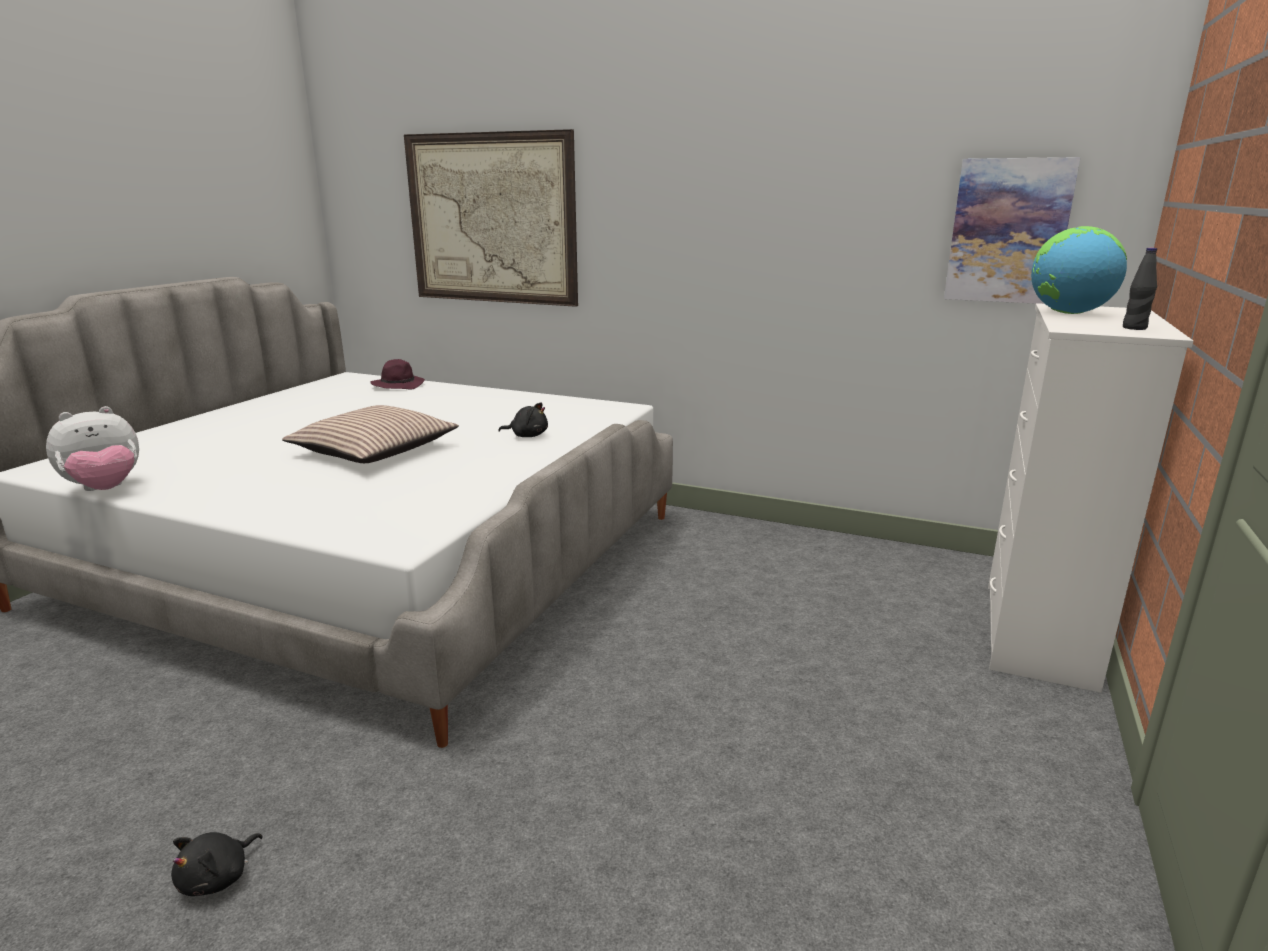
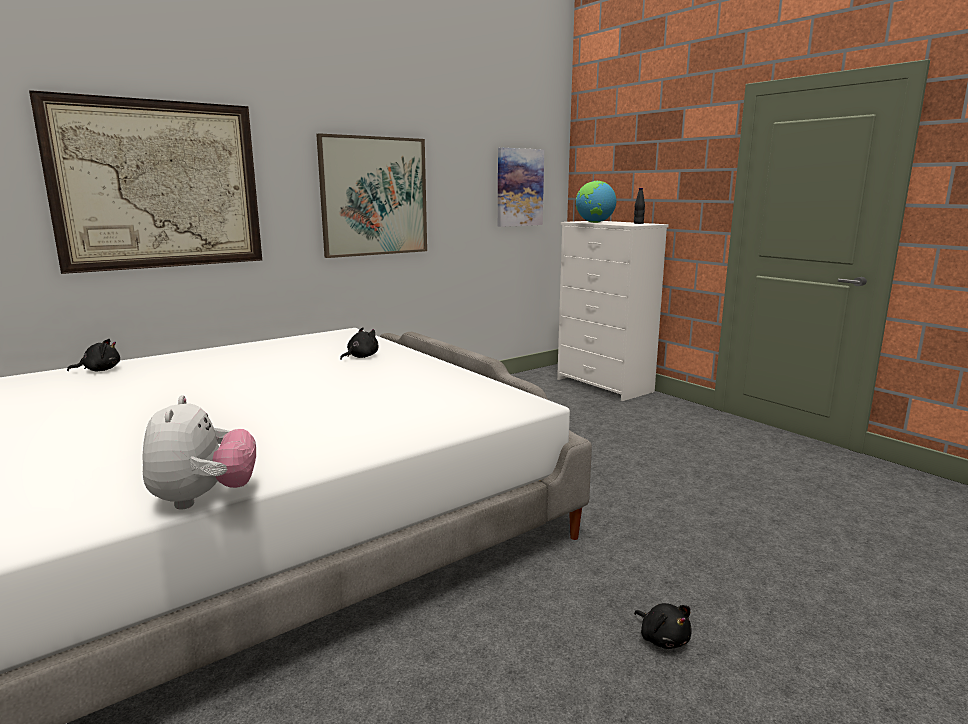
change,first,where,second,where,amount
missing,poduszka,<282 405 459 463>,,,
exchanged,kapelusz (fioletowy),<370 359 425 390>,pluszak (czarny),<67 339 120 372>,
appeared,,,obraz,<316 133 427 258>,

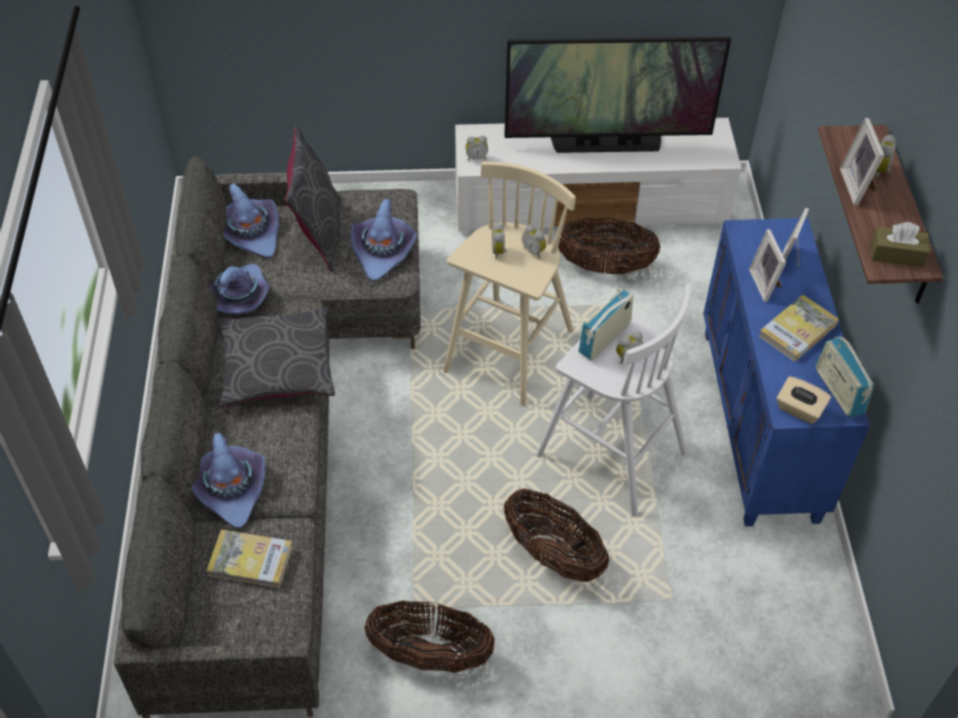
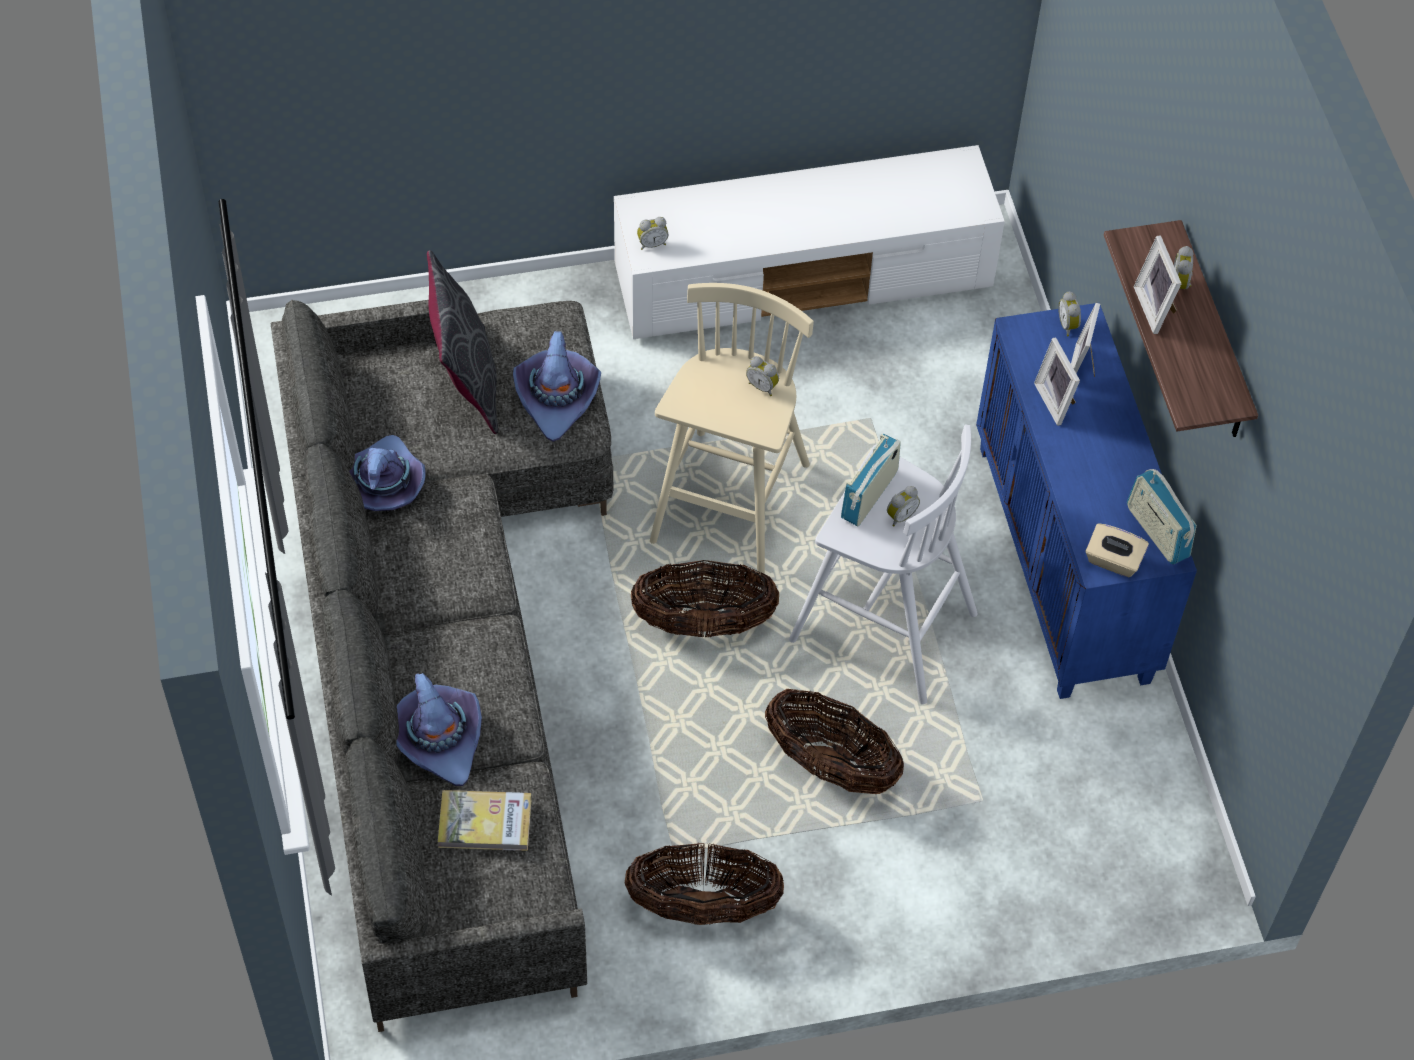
change,first,where,second,where,amount
missing,poduszka (szary),<218 308 335 407>,,,
missing,kapelusz (fioletowy),<224 183 279 258>,,,
relocated,budzik,<492 223 507 260>,,<1058 291 1081 336>,
missing,telewizor,<504 37 731 153>,,,
relocated,koszyk,<558 218 660 274>,,<631 560 779 638>,
missing,książka,<759 295 839 362>,,,
missing,pudełko chusteczek (brązowy),<871 222 930 267>,,,

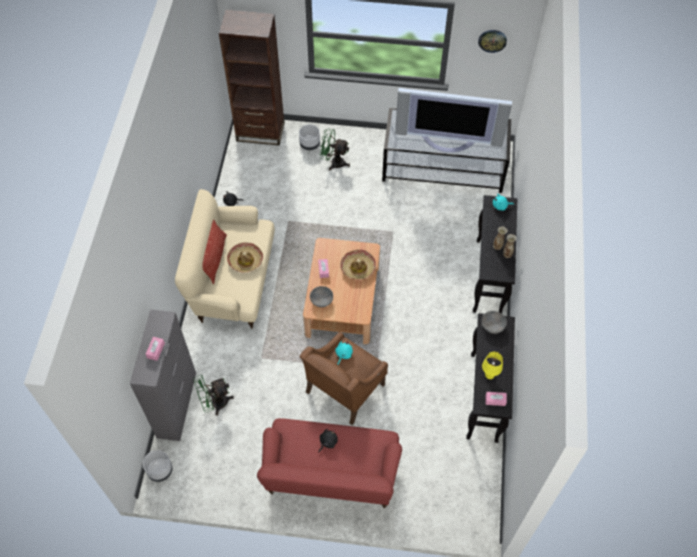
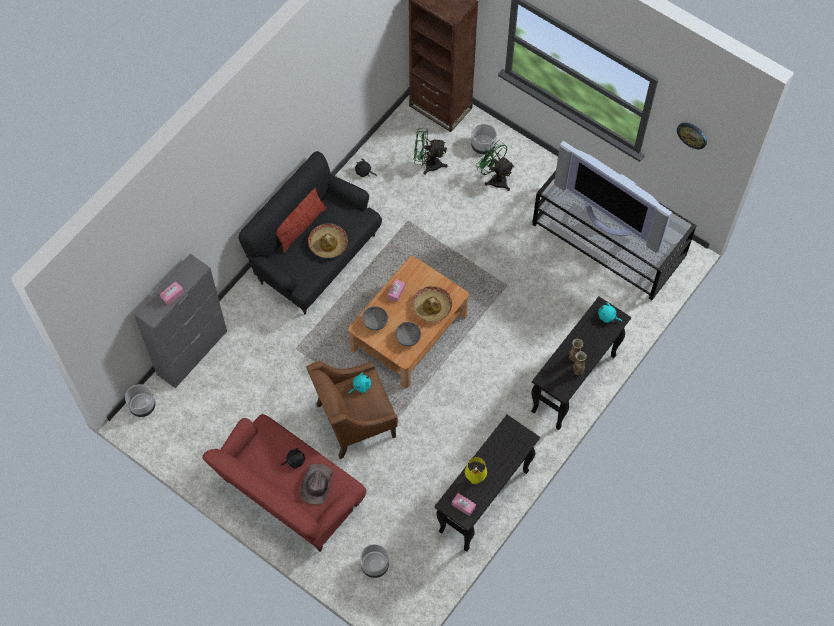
change,first,where,second,where,amount
colour,kanapa (beżowy),<175 189 275 328>,kanapa (czarny),<238 151 382 314>,
relocated,wentylator (zielony),<193 375 234 416>,,<414 128 448 175>,
relocated,miska (szary),<482 311 507 334>,,<395 322 421 347>,
appeared,,,kapelusz (brązowy),<300 464 333 505>,
appeared,,,donica (szary),<360 544 389 578>,

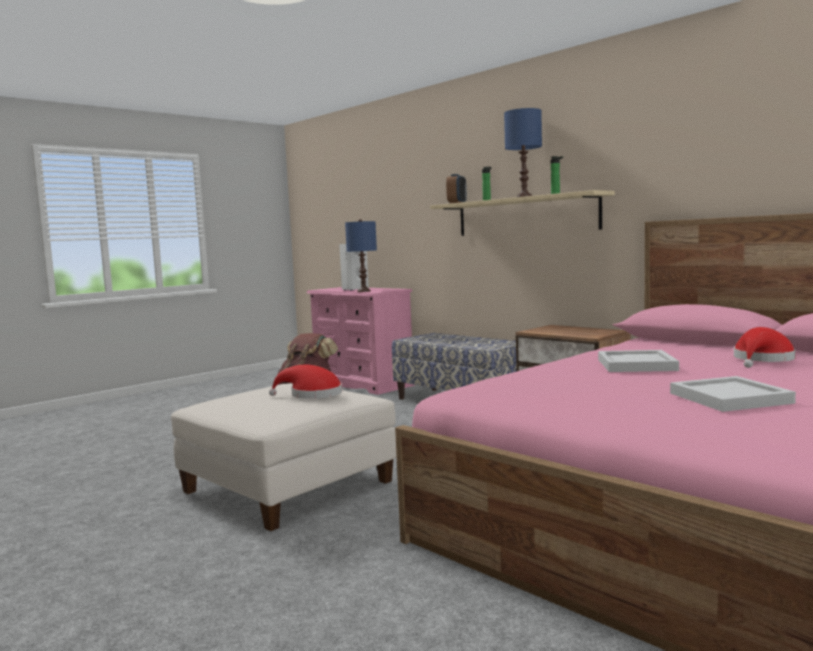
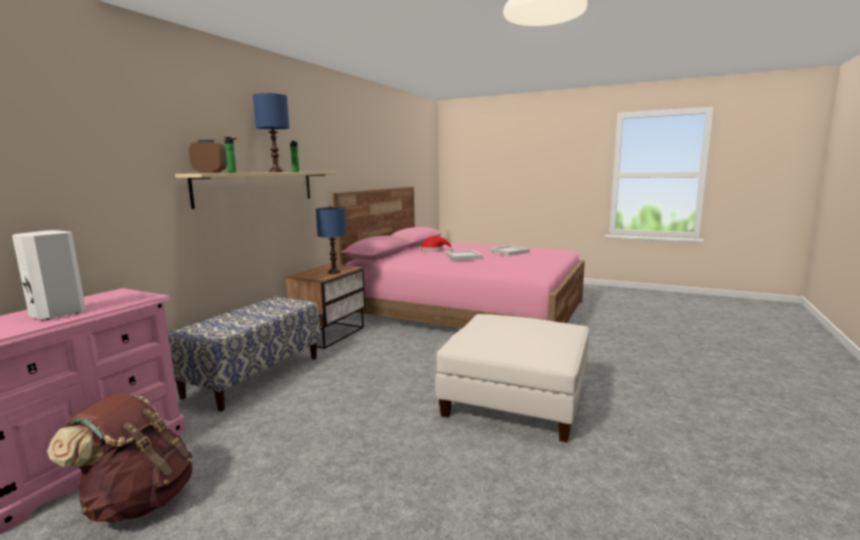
change,first,where,second,where,amount
missing,kapelusz (czerwony),<269 365 342 399>,,,
relocated,lampa stołowa (niebieski),<345 219 377 292>,,<316 206 346 274>,

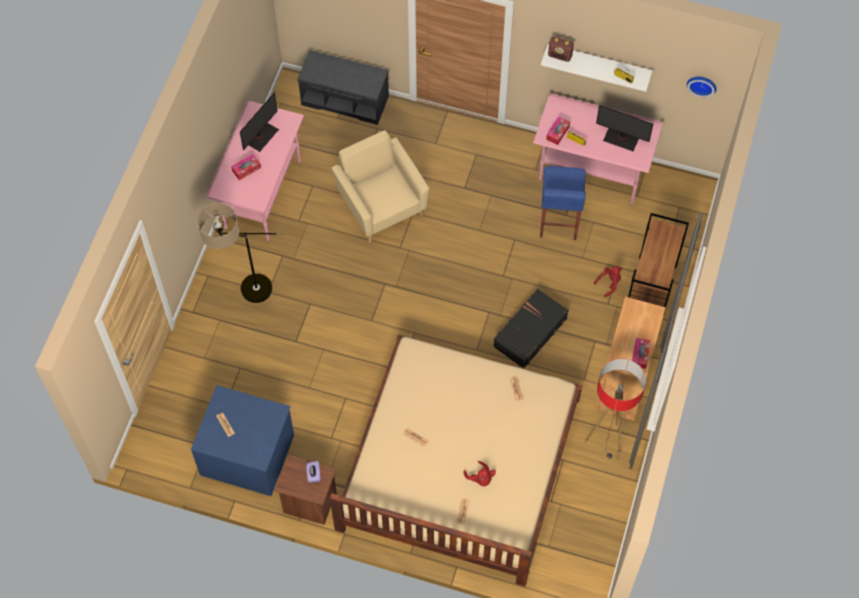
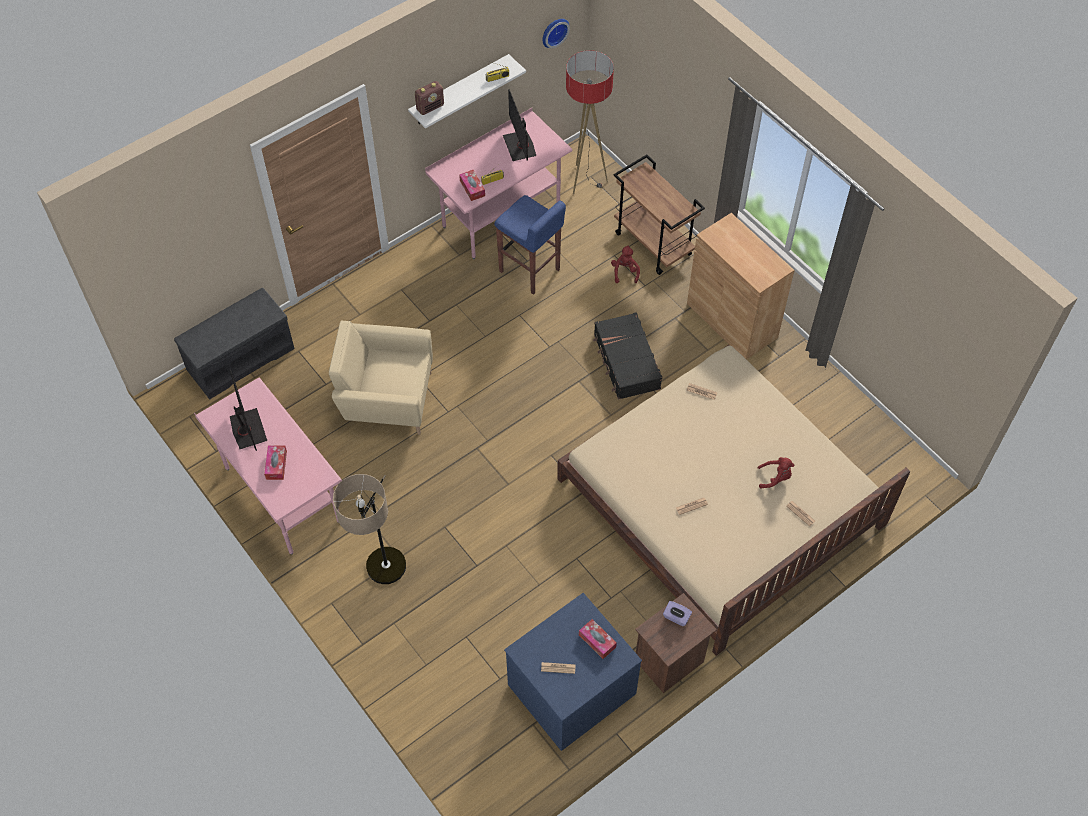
change,first,where,second,where,amount
relocated,lampa stojąca,<585 358 646 460>,,<566 50 614 194>,
spun,monitor,<596 105 653 151>,,<503 89 536 161>,105 degrees clockwise
relocated,pudełko chusteczek,<632 338 651 369>,,<579 619 617 659>,

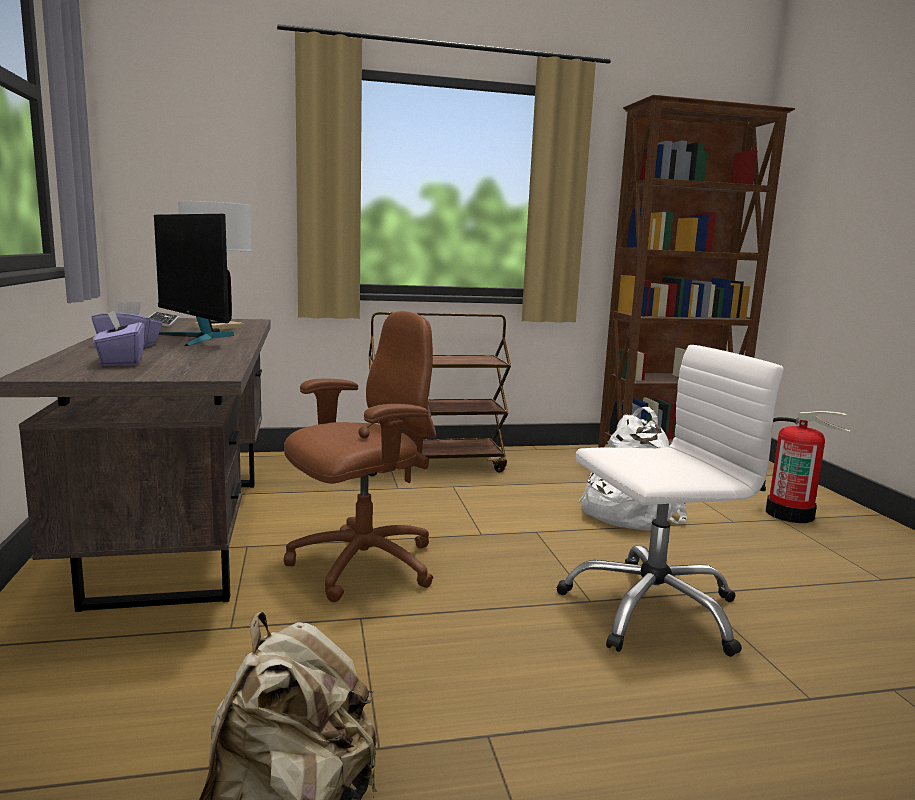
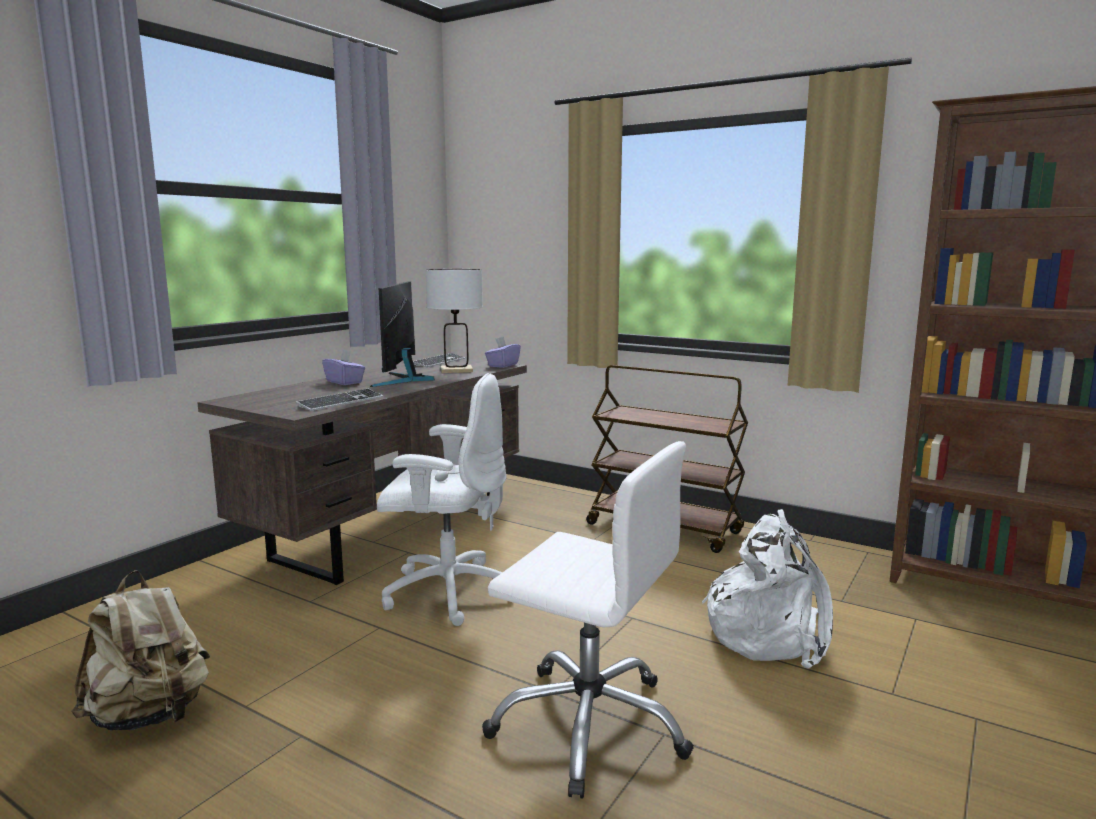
change,first,where,second,where,amount
relocated,pudełko chusteczek (fioletowy),<93 310 144 366>,,<485 336 521 368>,
colour,krzesło biurowe (brązowy),<283 311 436 602>,krzesło biurowe (biały),<377 373 507 626>,
missing,gaśnica,<760 411 850 523>,,,
appeared,,,klawiatura,<296 389 383 411>,

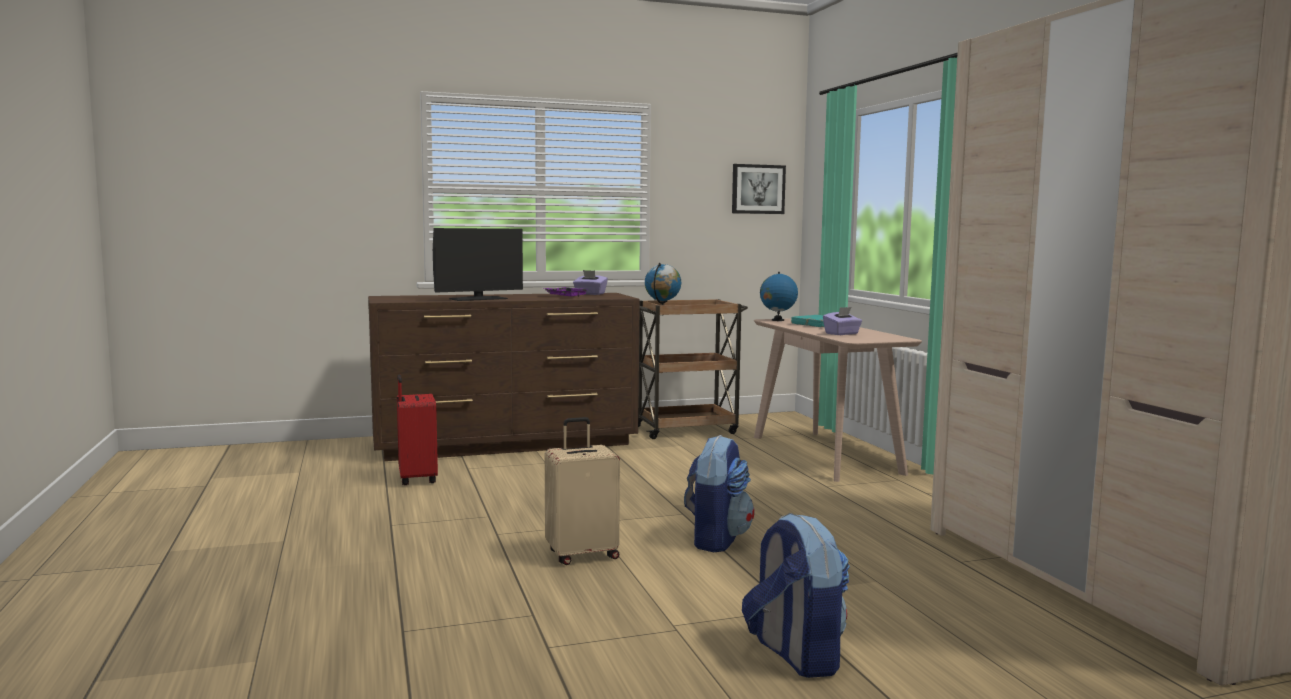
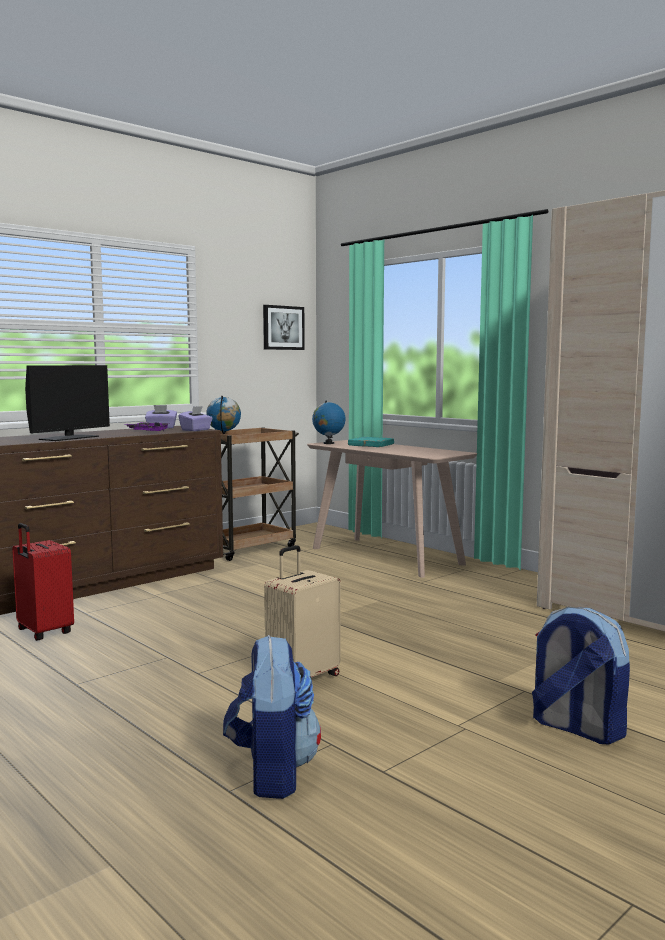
change,first,where,second,where,amount
relocated,plecak,<684 435 755 552>,,<223 635 321 799>,
relocated,pudełko chusteczek (fioletowy),<823 307 862 335>,,<178 406 213 431>,

